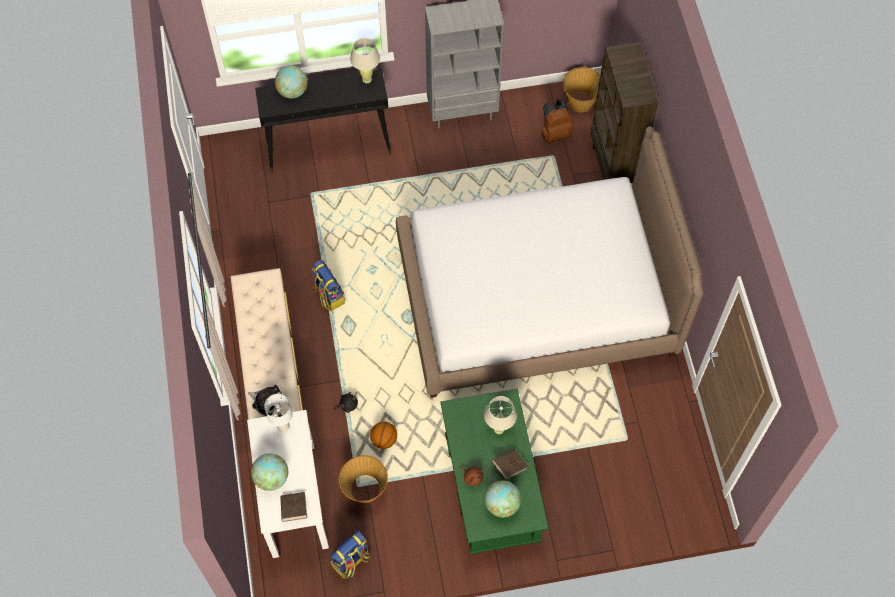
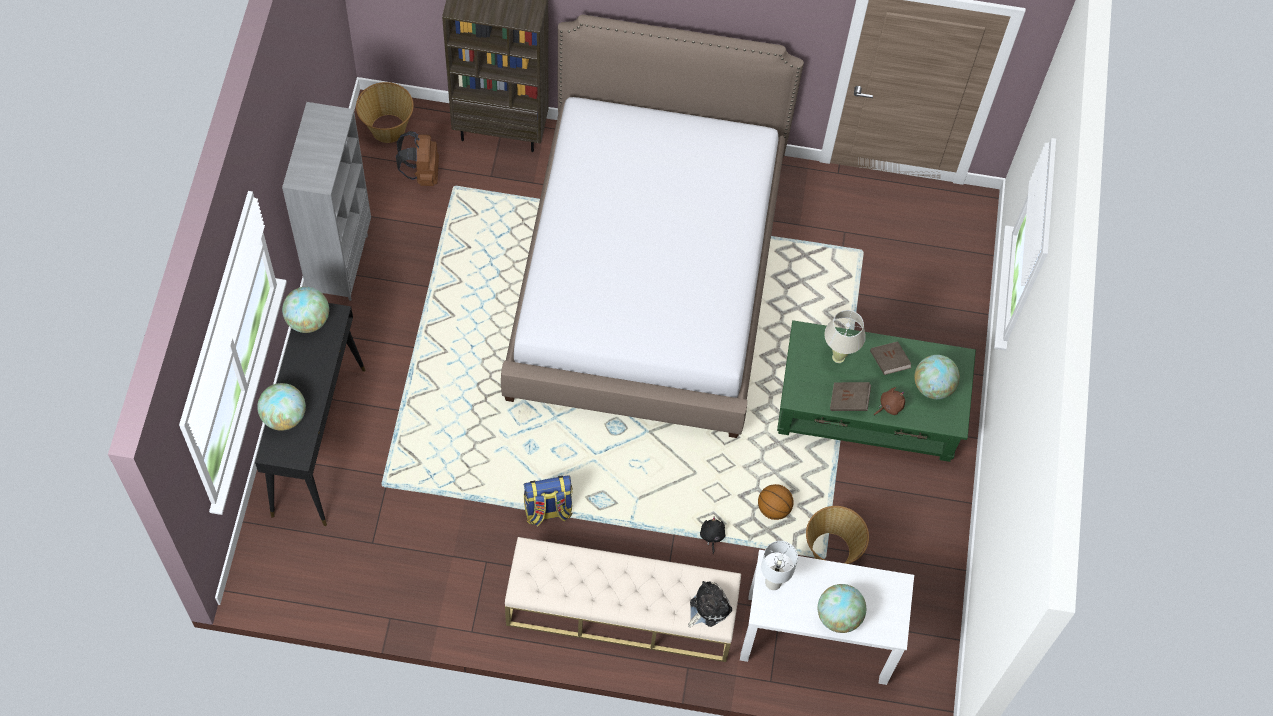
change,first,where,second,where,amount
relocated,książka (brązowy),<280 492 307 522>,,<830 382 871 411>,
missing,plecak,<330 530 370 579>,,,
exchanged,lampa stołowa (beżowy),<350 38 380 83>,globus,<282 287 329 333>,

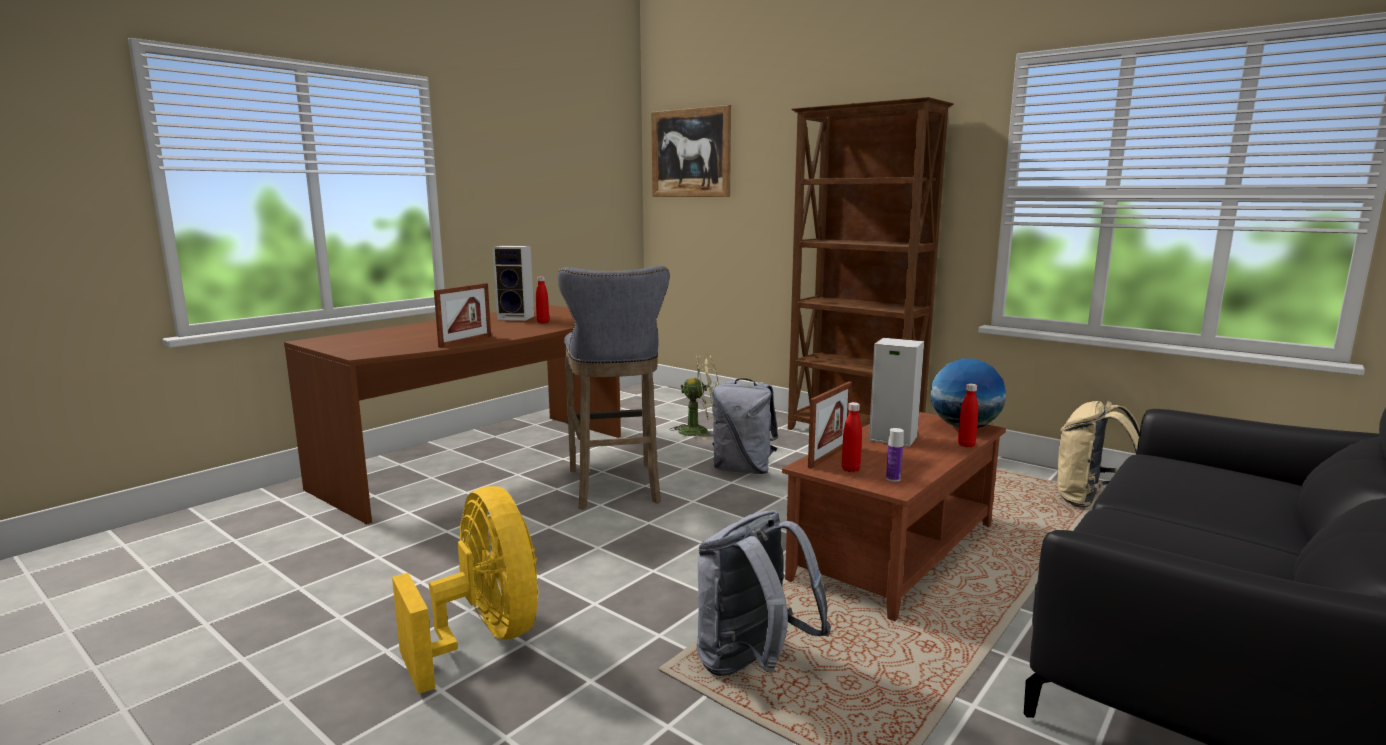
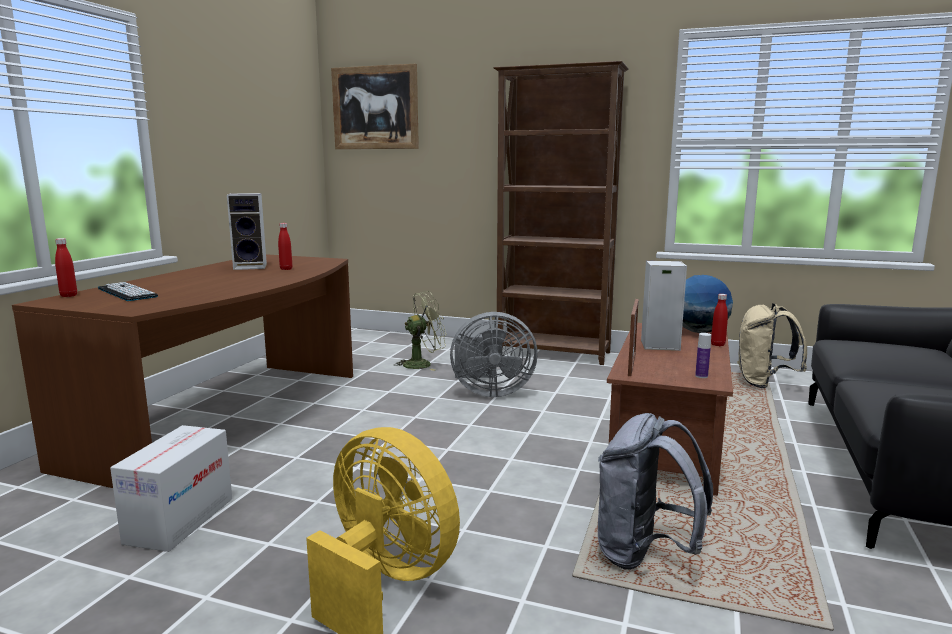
change,first,where,second,where,amount
missing,ramka na zdjęcie,<434 283 491 348>,,,
missing,stołek (szary),<558 266 669 509>,,,
exchanged,plecak (szary),<712 378 778 474>,wentylator (szary),<450 312 538 397>,
relocated,butelka (czerwony),<842 402 862 472>,,<55 238 77 297>,
appeared,,,klawiatura,<98 282 158 301>,
appeared,,,karton,<110 425 232 552>,

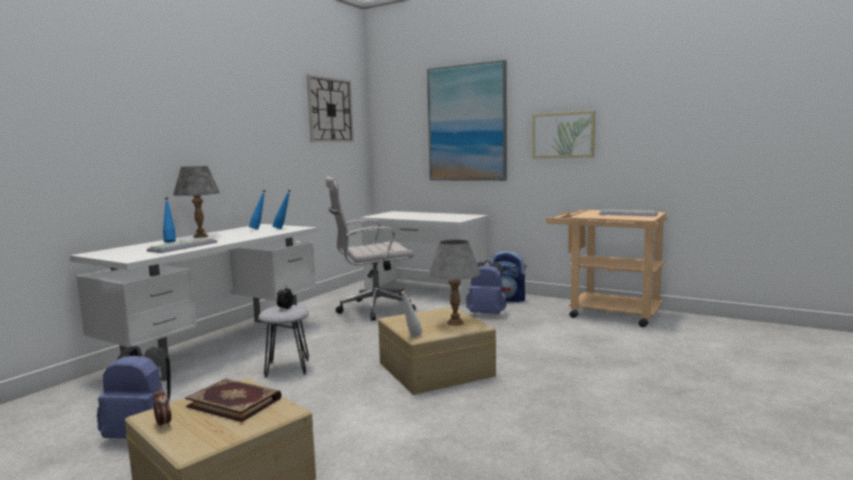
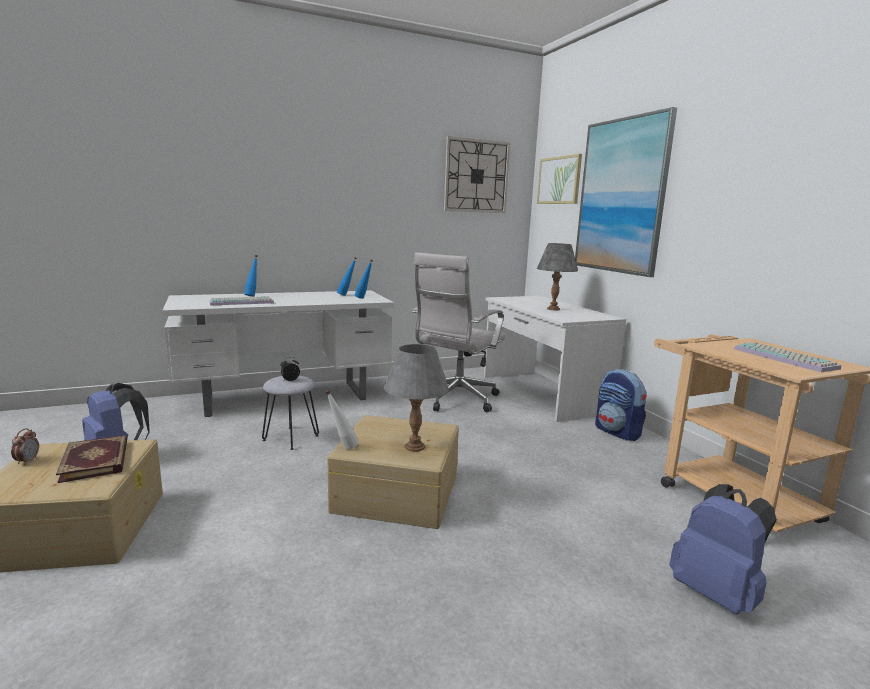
change,first,where,second,where,amount
relocated,lampa stołowa (szary),<173 166 220 238>,,<537 243 578 310>,
spun,krzesło biurowe (biały),<326 176 416 321>,,<412 252 506 413>,75 degrees counterclockwise
relocated,plecak (niebieski),<466 260 506 314>,,<669 484 777 614>,
relocated,obraz,<532 110 595 158>,,<537 154 582 204>,

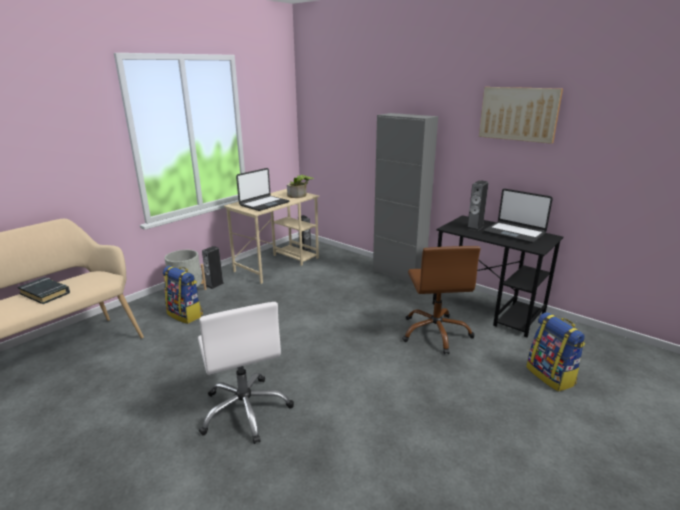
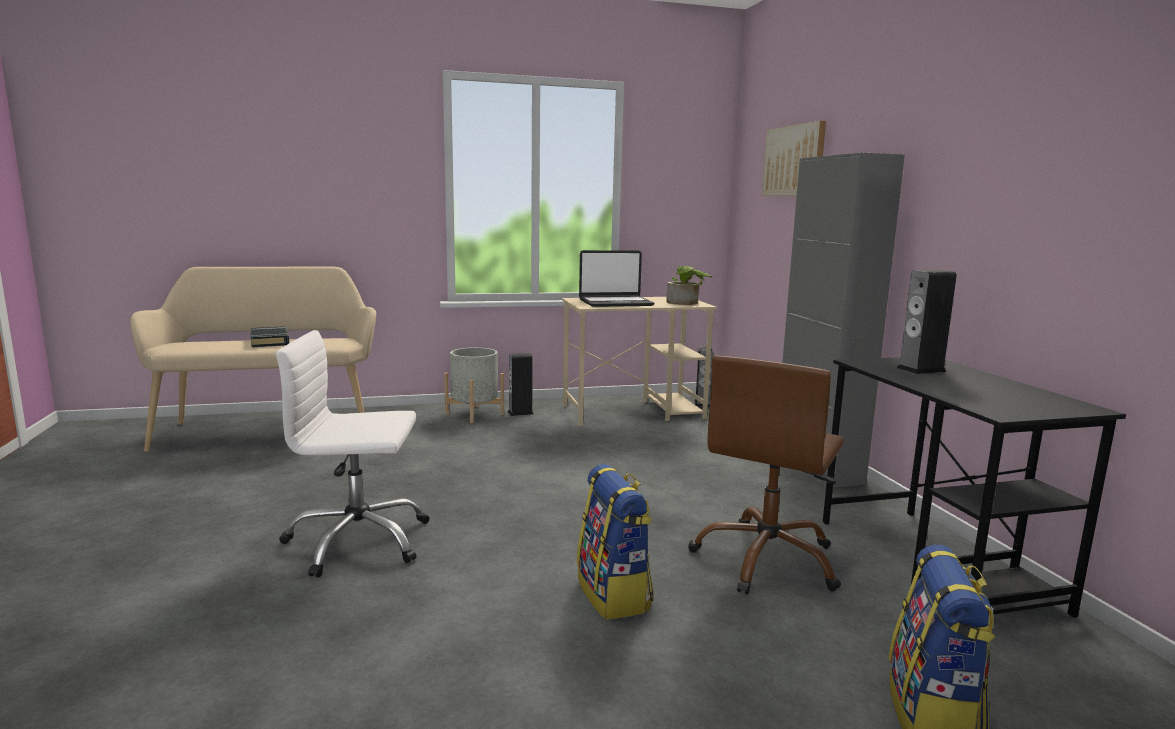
change,first,where,second,where,amount
relocated,plecak,<163 266 203 324>,,<577 464 654 620>,
spun,krzesło biurowe (biały),<198 302 294 444>,,<276 330 429 578>,75 degrees clockwise
relocated,obraz,<479 87 563 144>,,<762 121 826 196>,
missing,laptop,<484 189 553 243>,,,

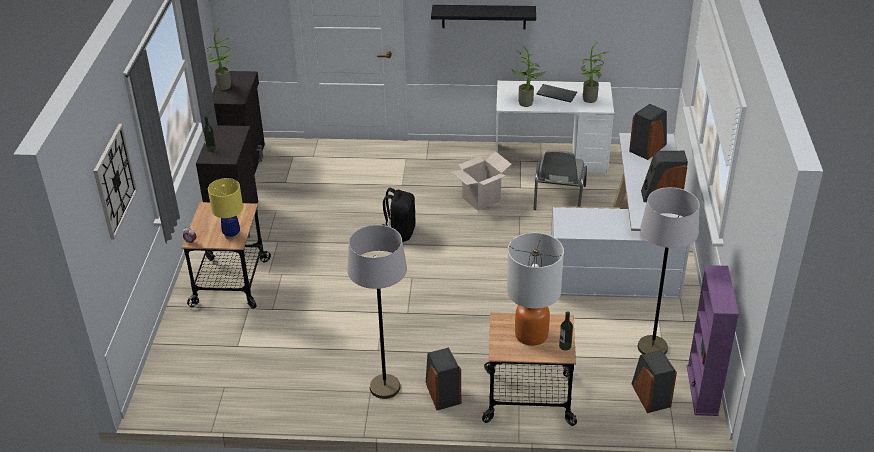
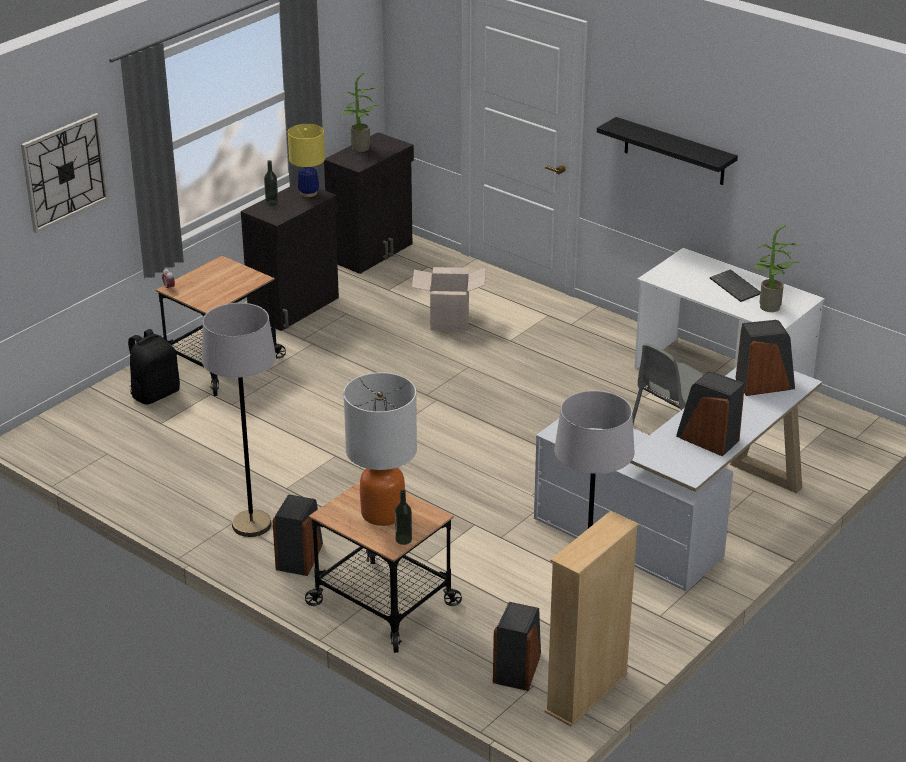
change,first,where,second,where,amount
relocated,lampa stołowa (żółty),<208 178 243 239>,,<288 124 325 197>,
relocated,plecak (czarny),<383 188 415 242>,,<128 329 180 405>,
relocated,karton,<451 152 512 211>,,<412 267 486 331>,
missing,roślina doniczkowa,<511 47 546 107>,,,
colour,regał (fioletowy),<687 265 739 416>,regał (beżowy),<544 511 638 727>,

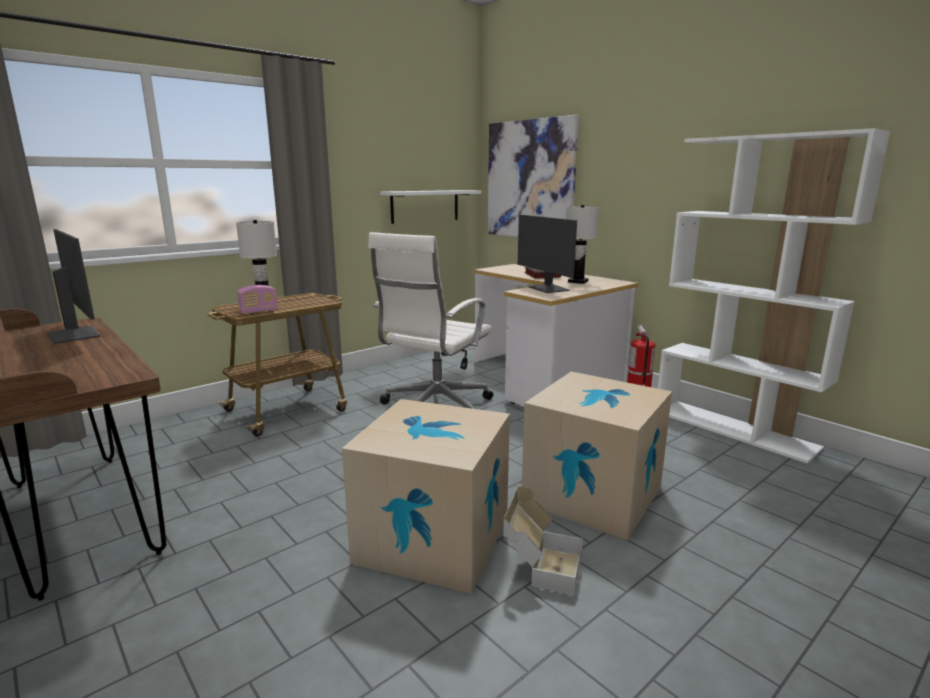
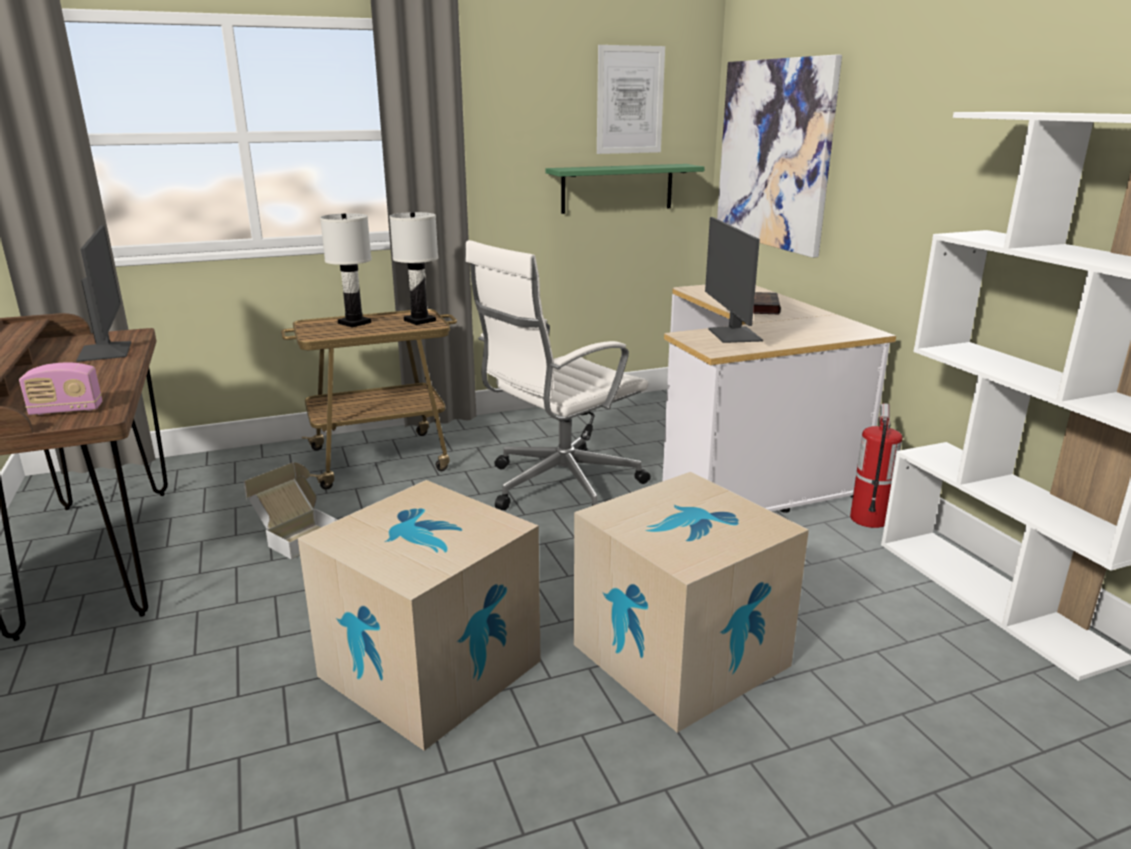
change,first,where,second,where,amount
relocated,radio,<237 285 278 314>,,<19 362 102 415>,
colour,półka (biały),<380 190 481 224>,półka (zielony),<545 164 705 214>,
relocated,karton,<503 486 583 595>,,<244 462 338 559>,
relocated,lampa stołowa (biały),<566 205 599 284>,,<389 212 438 325>,
appeared,,,obraz,<597 45 665 154>,

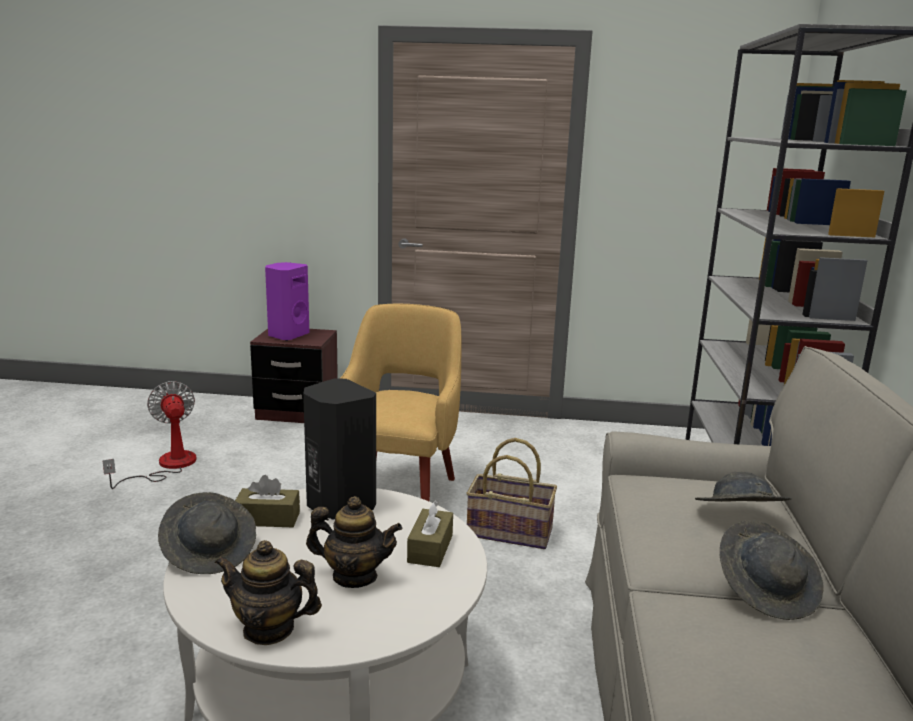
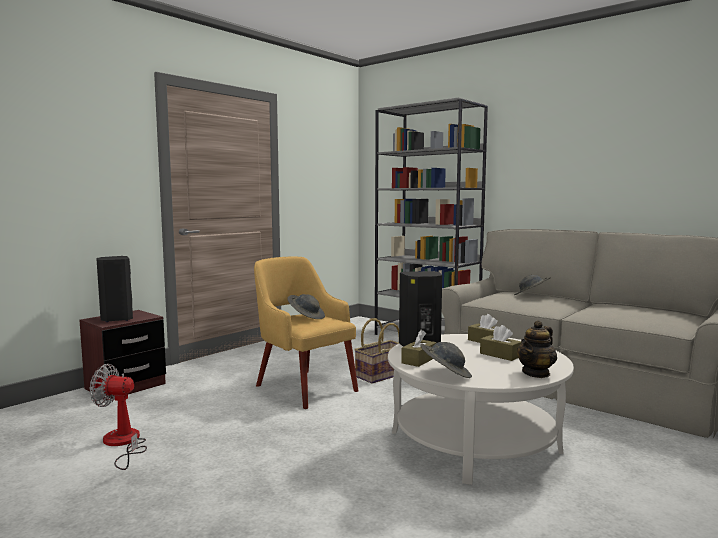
change,first,where,second,where,amount
colour,głośnik (fioletowy),<265 262 309 341>,głośnik (czarny),<96 256 133 322>,
exchanged,imbryk,<306 496 402 588>,pudełko chusteczek (brązowy),<480 325 522 361>,
relocated,kapelusz (szary),<720 521 824 620>,,<287 294 325 319>,

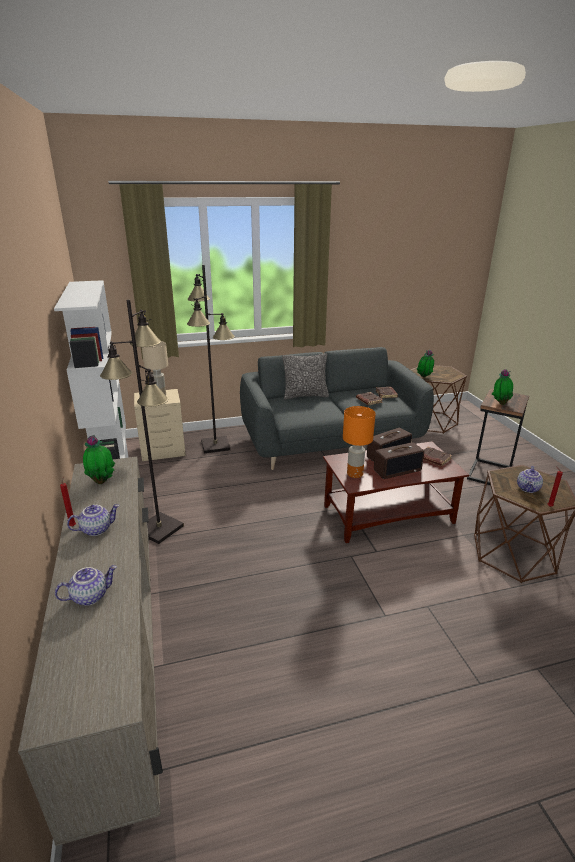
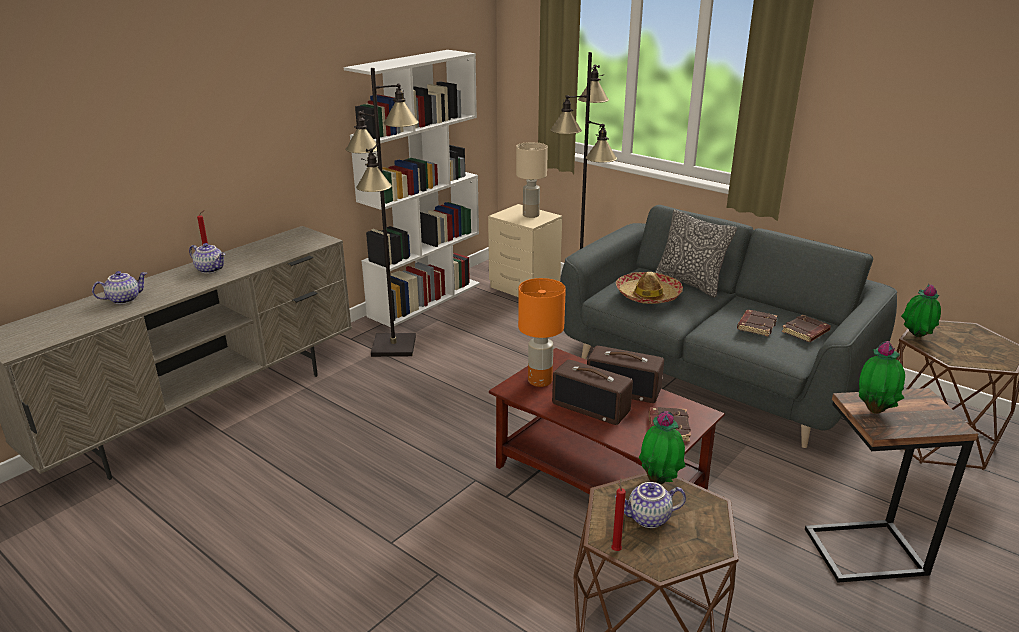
change,first,where,second,where,amount
spun,imbryk,<55 565 117 606>,,<92 271 147 304>,60 degrees counterclockwise
relocated,roślina doniczkowa,<83 435 115 484>,,<639 411 685 484>,
appeared,,,kapelusz,<616 272 683 304>,

